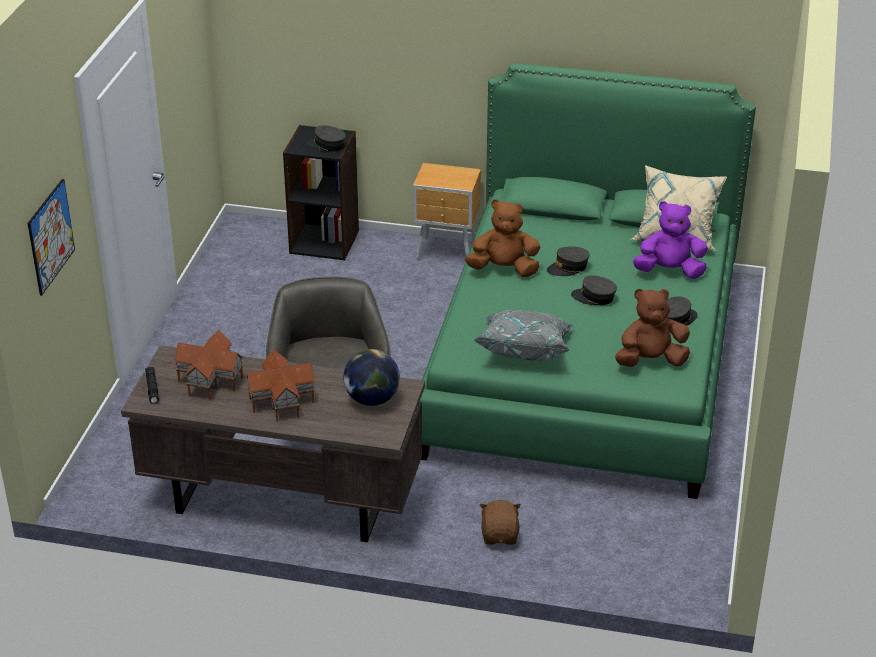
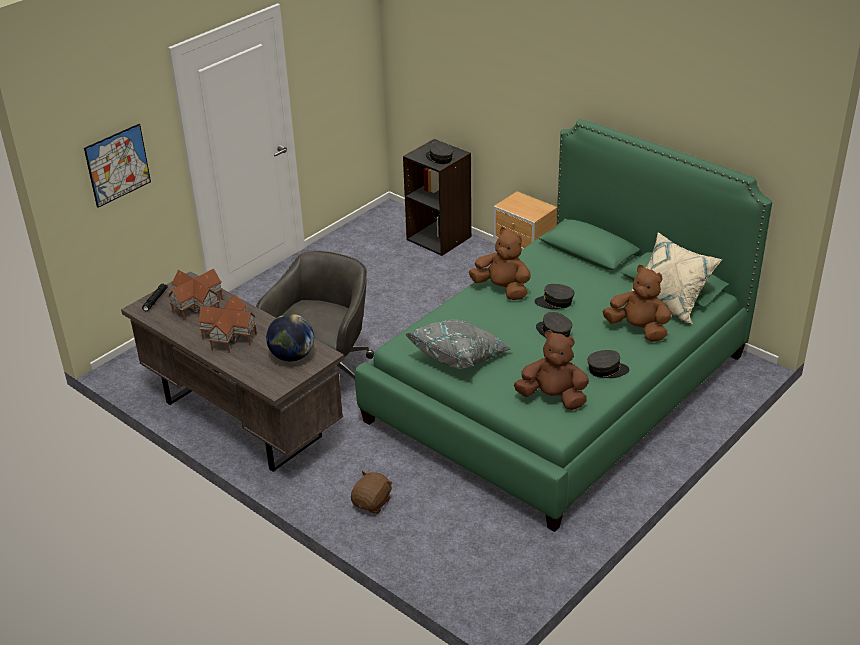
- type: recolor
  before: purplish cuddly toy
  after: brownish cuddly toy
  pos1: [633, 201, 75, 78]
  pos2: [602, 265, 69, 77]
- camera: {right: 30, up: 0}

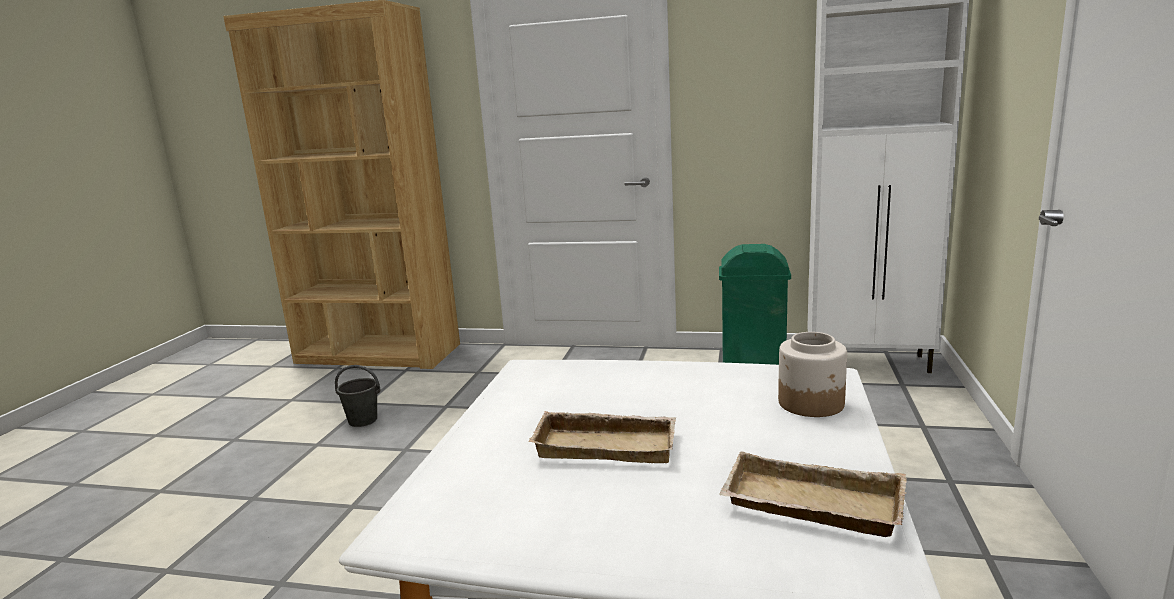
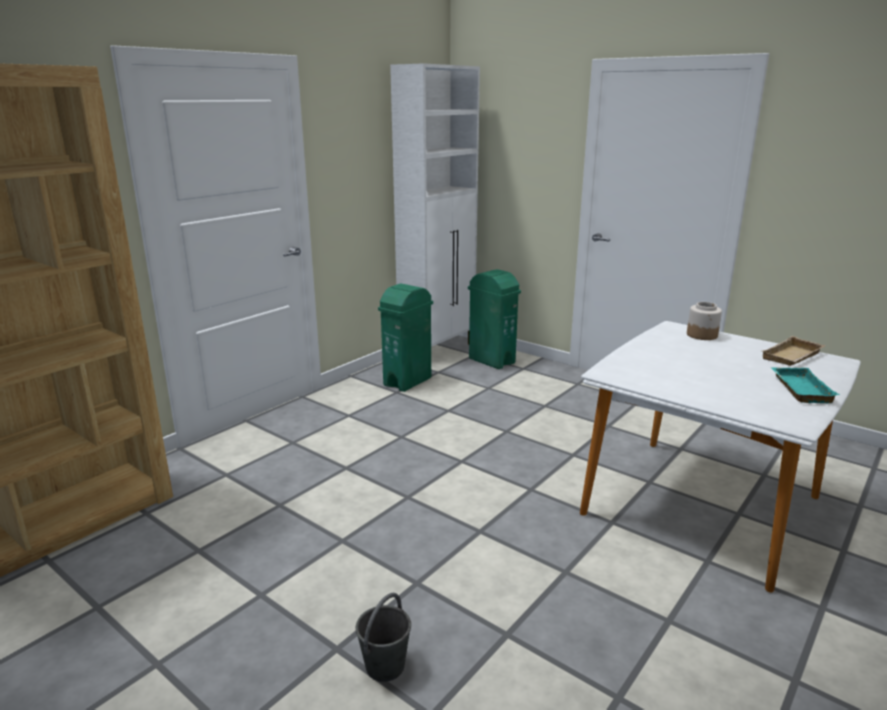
- type: move
  before: greyish pail
  pos1: [334, 365, 46, 62]
  pos2: [355, 593, 56, 89]
- type: insert
  after: greenish trash can
  pos2: [468, 269, 53, 100]
- type: insert
  after: turquoise serving tray
  pos2: [771, 367, 69, 36]
- type: delete
  before: beige serving tray
  pos1: [528, 411, 148, 52]
- camera: {right: -65, up: 5}

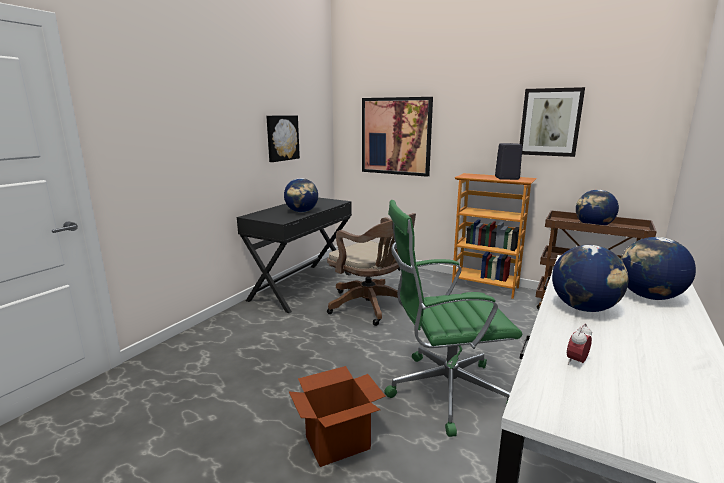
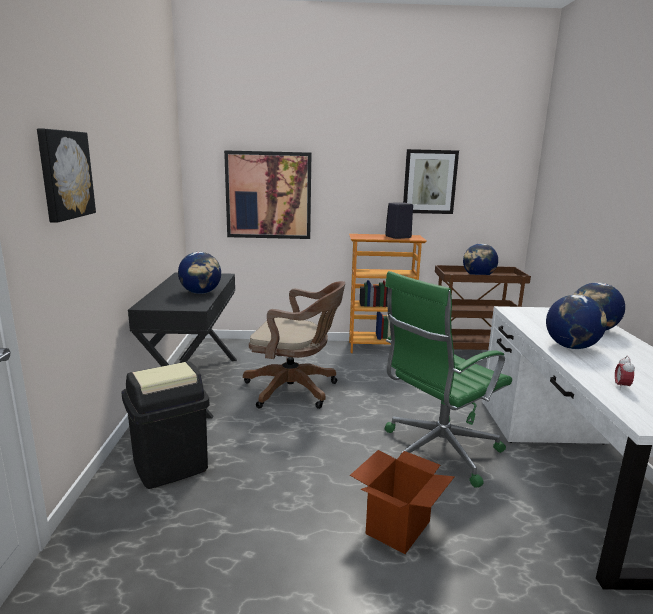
- type: move
  before: picture
  pos1: [266, 115, 34, 47]
  pos2: [37, 128, 59, 95]
- type: insert
  after: black-coloured trash can
  pos2: [121, 361, 89, 128]
- camera: {right: -30, up: 0}

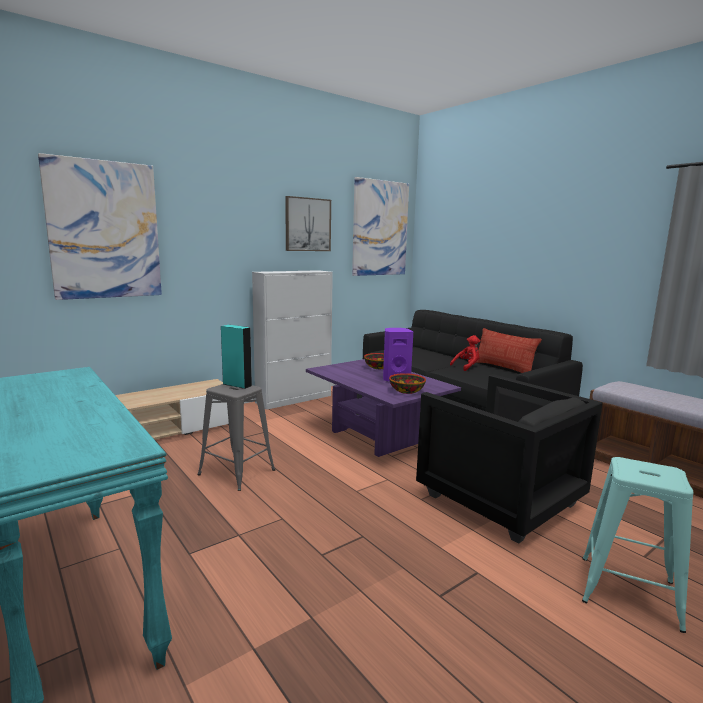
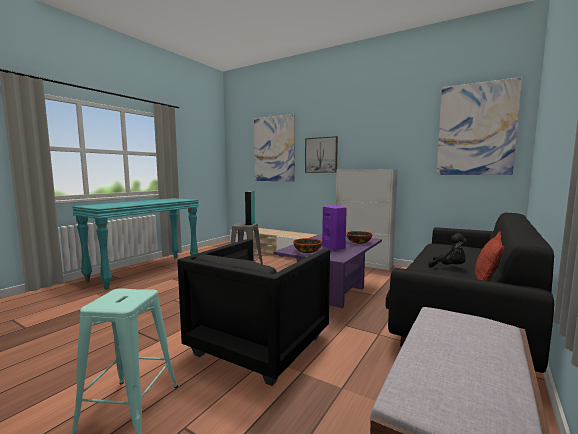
- type: move
  before: picture
  pos1: [285, 196, 46, 55]
  pos2: [305, 136, 33, 37]
- type: recolor
  before: red cuddly toy
  after: black-coloured cuddly toy
  pos1: [450, 335, 30, 36]
  pos2: [429, 233, 38, 35]
- camera: {right: 70, up: -5}

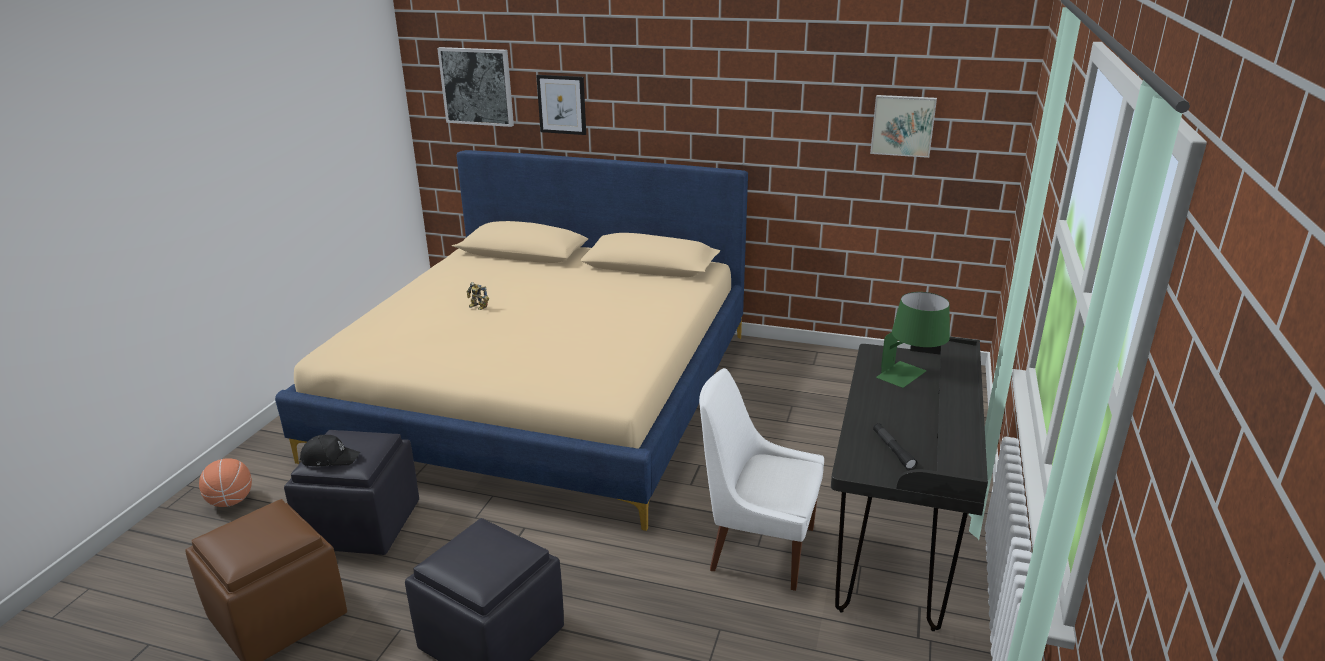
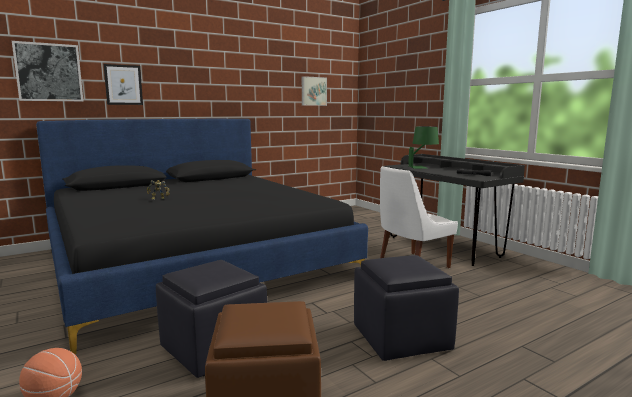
- type: recolor
  before: beige sleeping bed
  after: black-coloured sleeping bed
  pos1: [275, 150, 473, 381]
  pos2: [36, 119, 332, 235]
- type: delete
  before: black-coloured cap
  pos1: [300, 435, 60, 31]
- camera: {right: -50, up: -15}

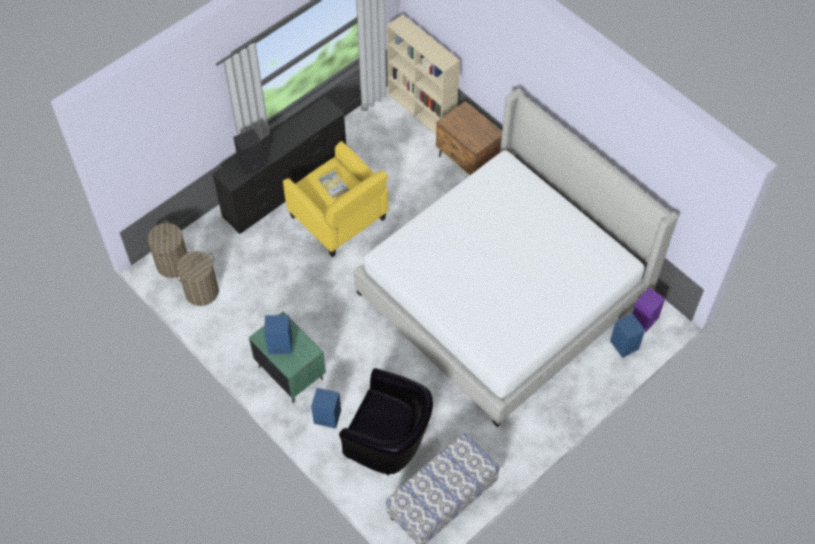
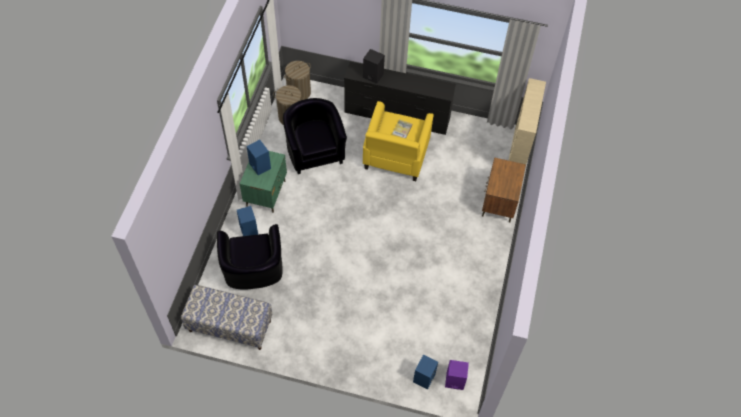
- type: insert
  after: black-coloured lounge chair
  pos2: [283, 98, 64, 76]
- type: delete
  before: sleeping bed
  pos1: [354, 88, 324, 339]
- camera: {right: 55, up: 0}

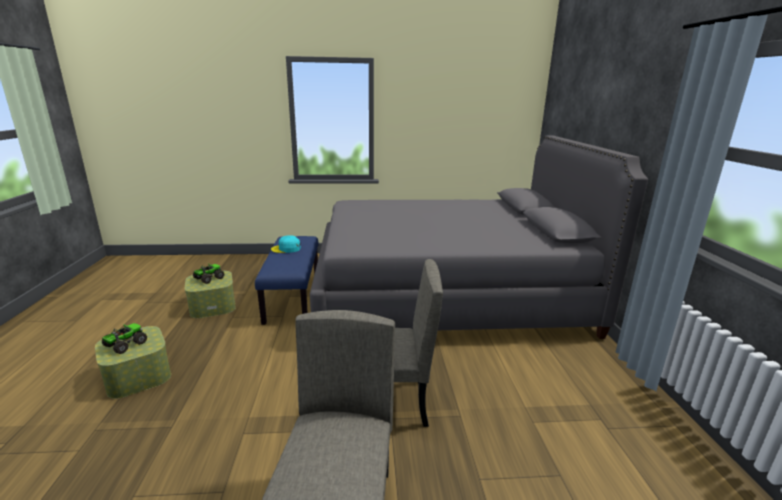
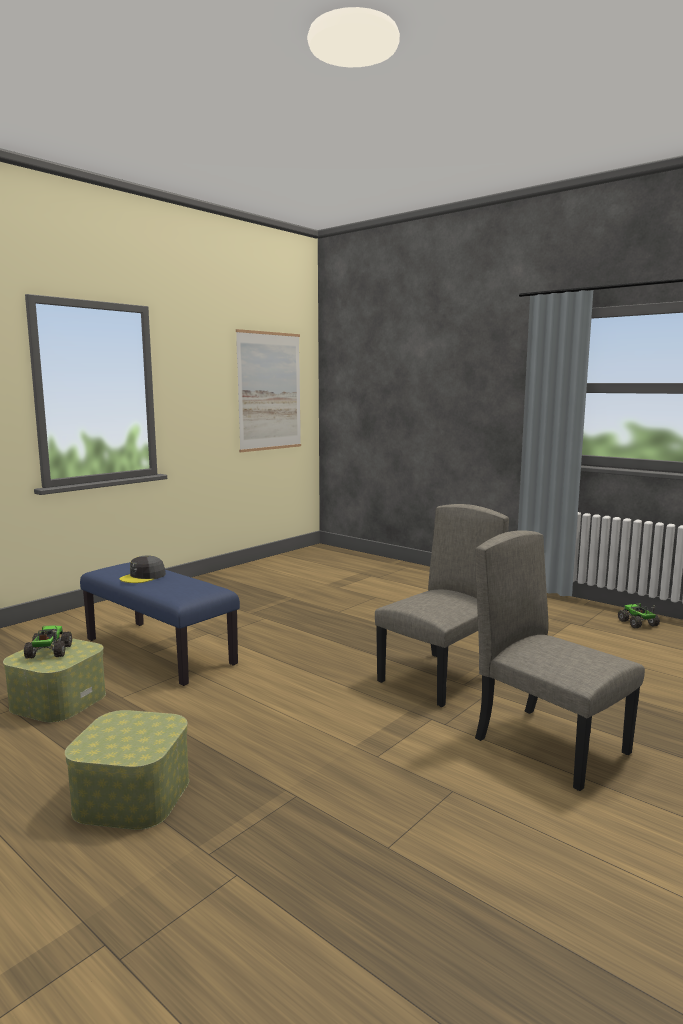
- type: recolor
  before: turquoise cap
  after: greyish cap
  pos1: [271, 235, 30, 18]
  pos2: [120, 555, 46, 28]
- type: insert
  after: picture
  pos2: [236, 329, 65, 123]
- type: move
  before: model truck
  pos1: [101, 323, 46, 31]
  pos2: [618, 603, 42, 25]
- type: delete
  before: greyish sleeping bed
  pos1: [310, 135, 338, 204]
- camera: {right: -45, up: -10}

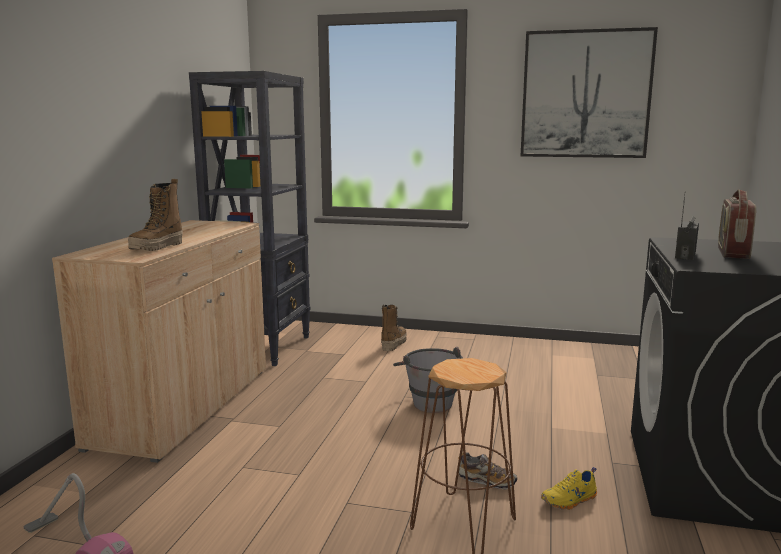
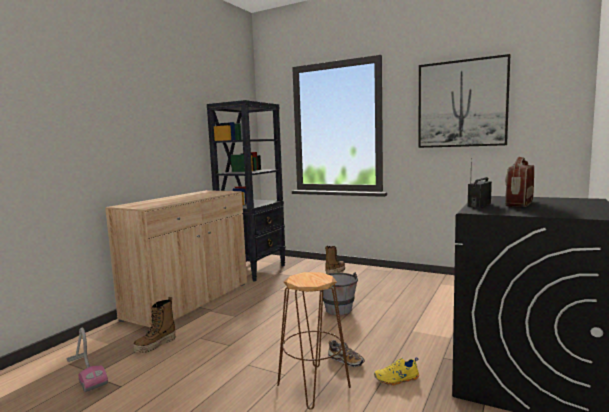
- type: move
  before: high-top boot
  pos1: [128, 179, 55, 72]
  pos2: [133, 297, 43, 56]
- camera: {right: 15, up: -5}

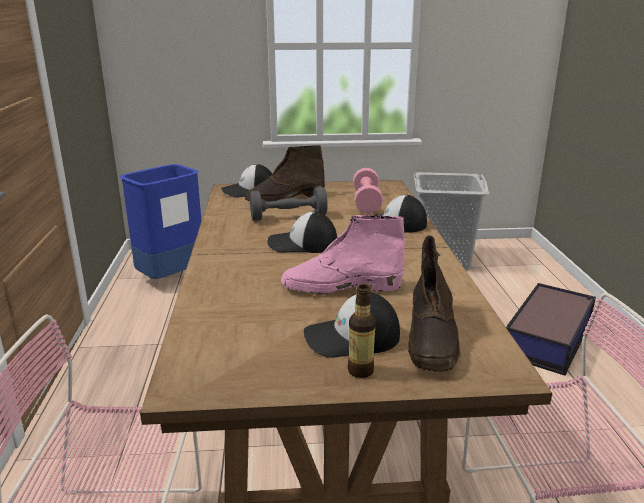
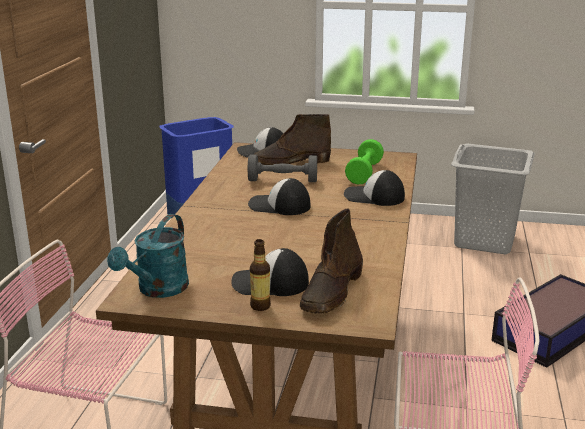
- type: insert
  after: turquoise sprinkling can
  pos2: [107, 214, 82, 84]
- type: recolor
  before: pinkish hand weight
  after: greenish hand weight
  pos1: [353, 168, 30, 46]
  pos2: [345, 139, 39, 45]
- type: delete
  before: pinkish high-top boot
  pos1: [281, 215, 124, 80]
- camera: {right: 15, up: 0}

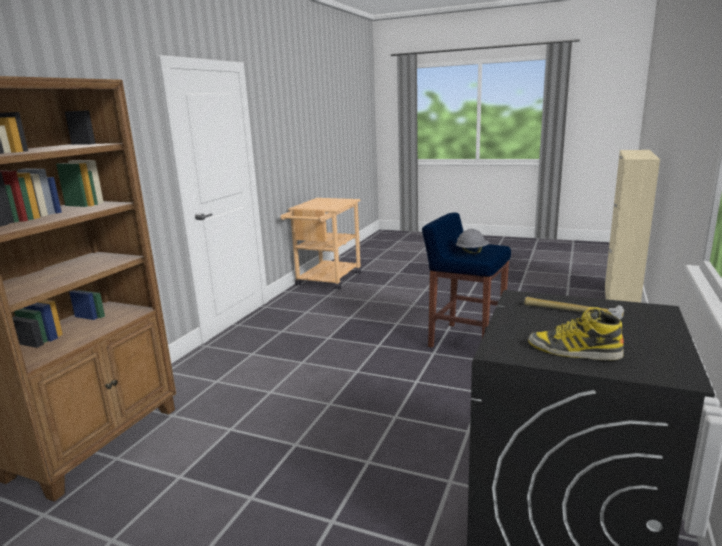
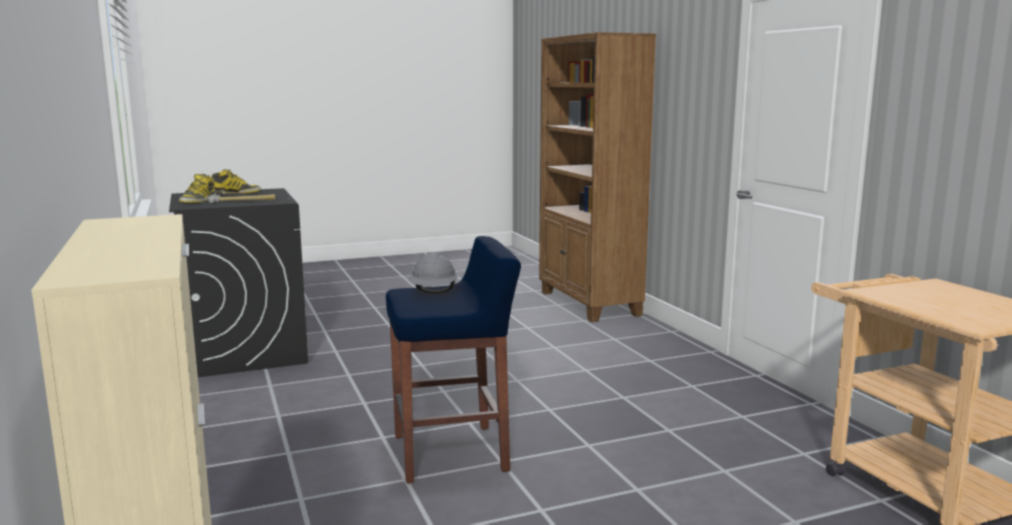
- type: insert
  after: high-top boot
  pos2: [179, 174, 37, 29]
- camera: {right: 135, up: -5}

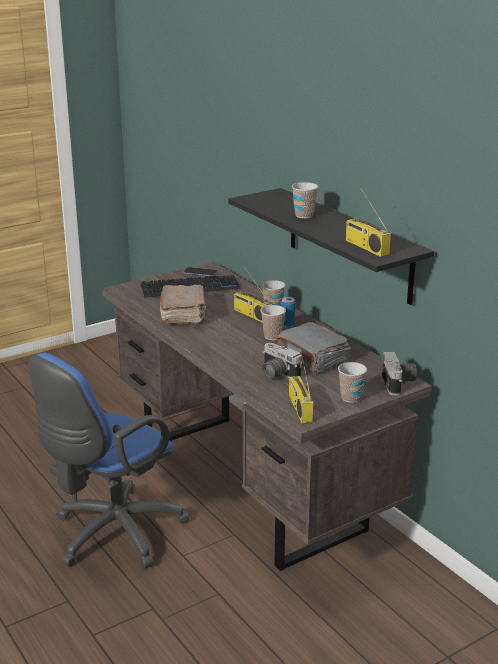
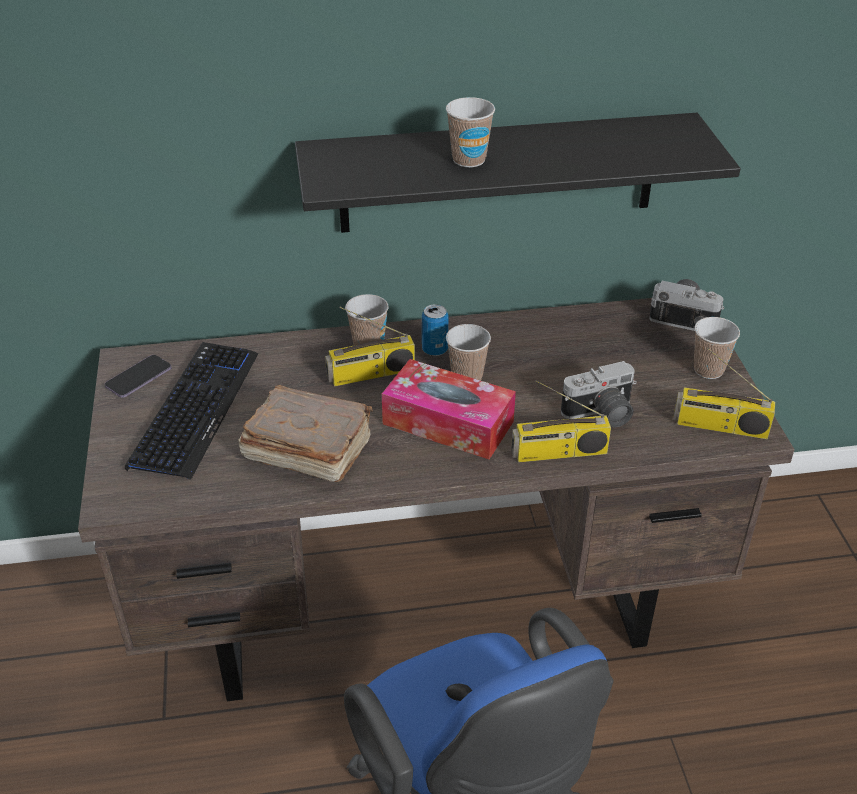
- type: insert
  after: box of tissues
  pos2: [382, 359, 134, 100]
- type: move
  before: radio receiver
  pos1: [346, 188, 45, 69]
  pos2: [511, 380, 100, 82]
- type: delete
  before: greyish book
  pos1: [276, 322, 75, 52]
- camera: {right: -65, up: 15}

